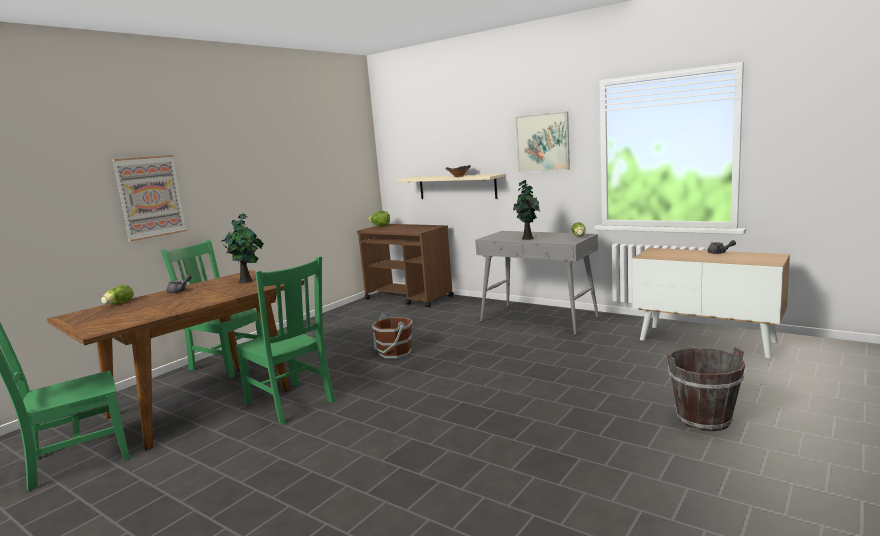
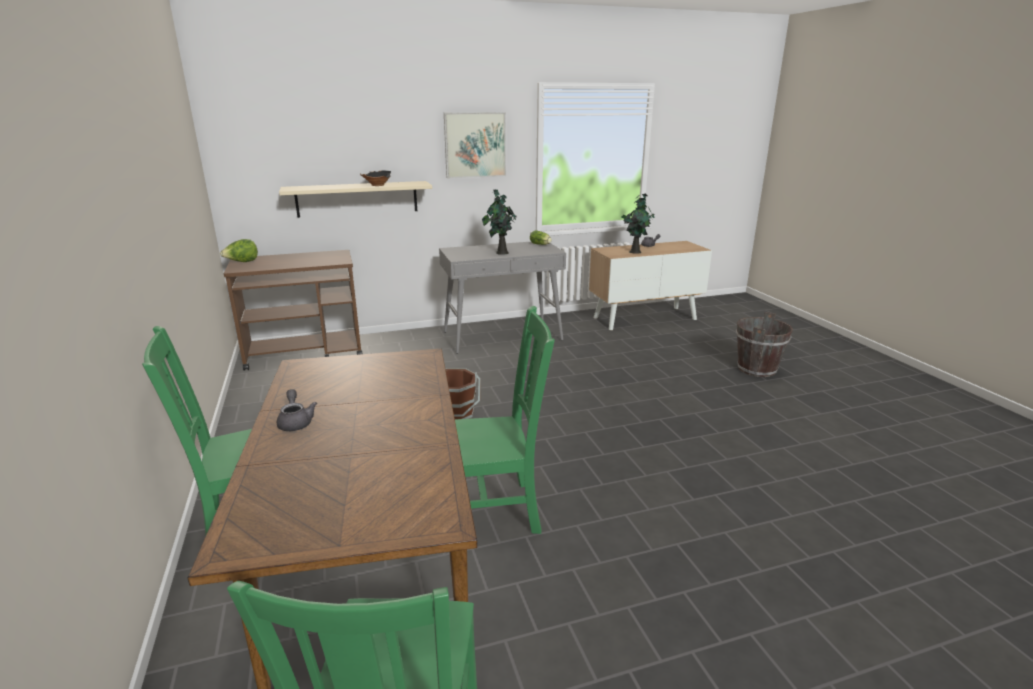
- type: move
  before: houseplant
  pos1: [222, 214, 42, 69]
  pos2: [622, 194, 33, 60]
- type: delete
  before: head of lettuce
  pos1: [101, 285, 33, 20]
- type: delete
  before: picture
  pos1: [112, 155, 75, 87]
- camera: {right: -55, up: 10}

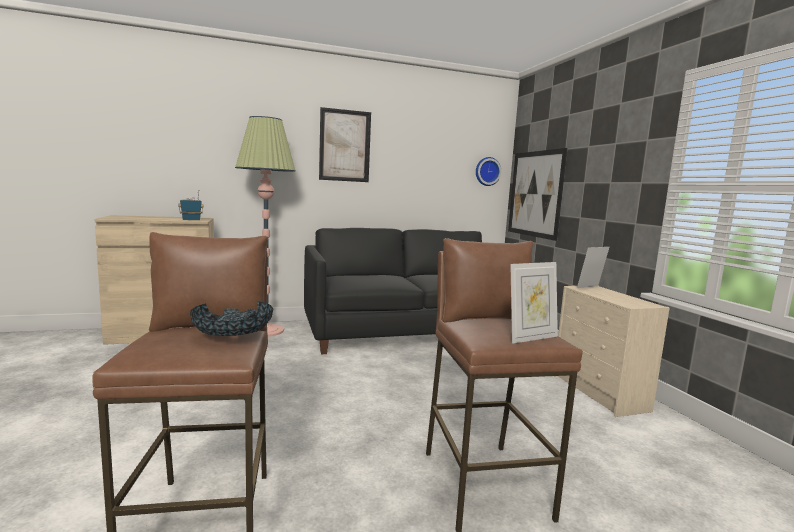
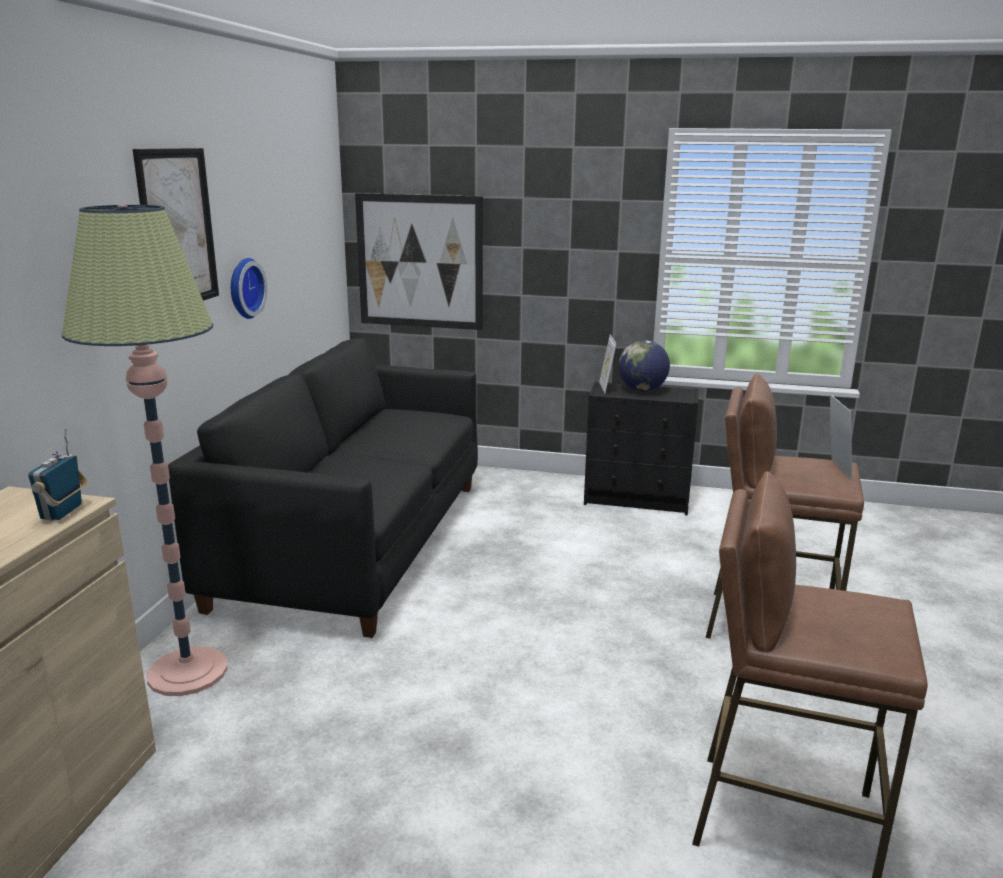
- type: move
  before: clock on the wall
  pos1: [476, 157, 25, 29]
  pos2: [231, 258, 36, 61]
- type: recolor
  before: beige drawer chest
  after: black-coloured drawer chest
  pos1: [554, 286, 116, 131]
  pos2: [584, 382, 114, 133]
- type: insert
  after: world globe
  pos2: [619, 340, 51, 51]
- type: delete
  before: bowl
  pos1: [190, 301, 83, 35]
- camera: {right: -60, up: 10}

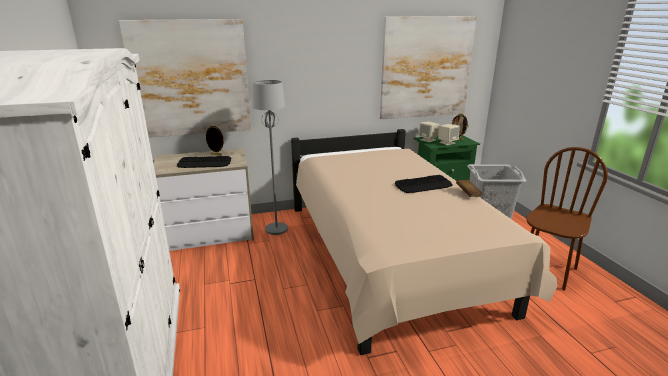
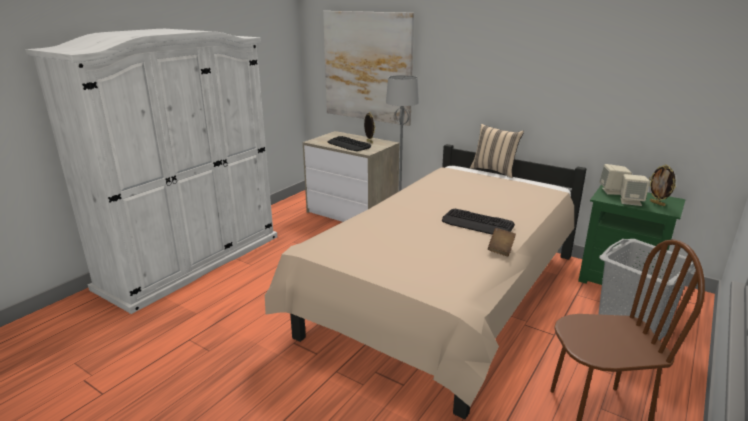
- type: insert
  after: beige cushion
  pos2: [470, 124, 54, 54]
- type: delete
  before: picture
  pos1: [380, 16, 97, 103]
- camera: {right: 50, up: 0}

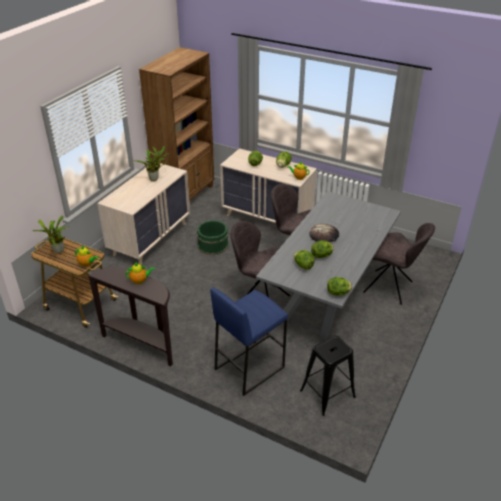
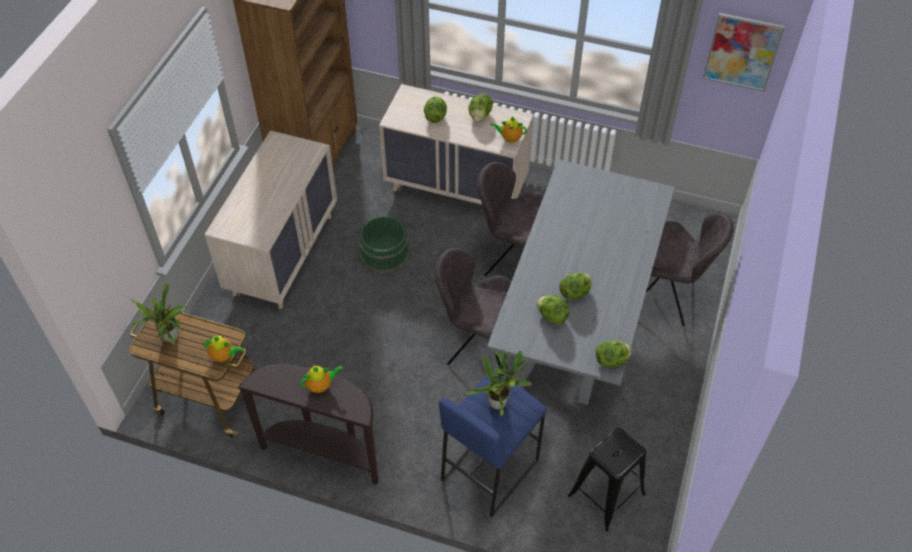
- type: move
  before: houseplant
  pos1: [133, 146, 36, 35]
  pos2: [466, 350, 66, 66]
- type: insert
  after: picture
  pos2: [703, 13, 82, 79]
- type: delete
  before: bread
  pos1: [309, 224, 30, 18]
- camera: {right: -10, up: 15}

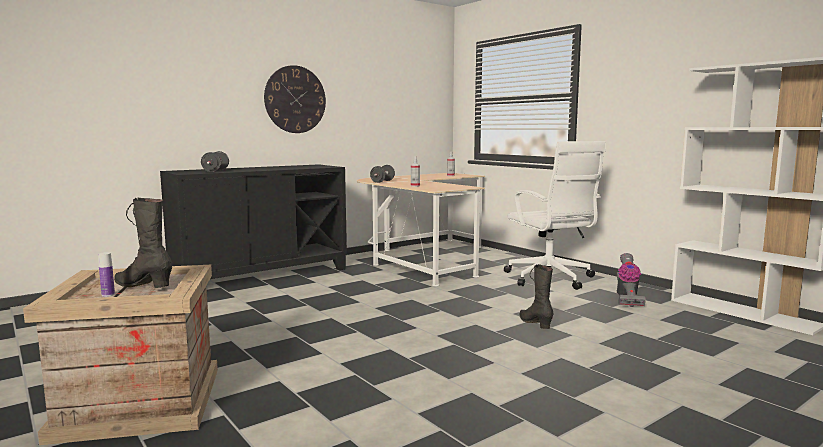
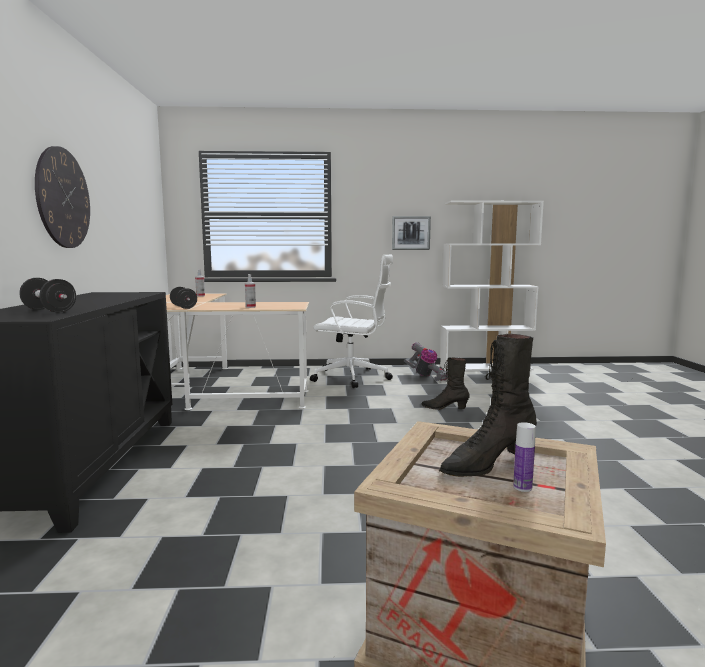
- type: insert
  after: picture
  pos2: [392, 216, 39, 34]
- camera: {right: -55, up: 0}

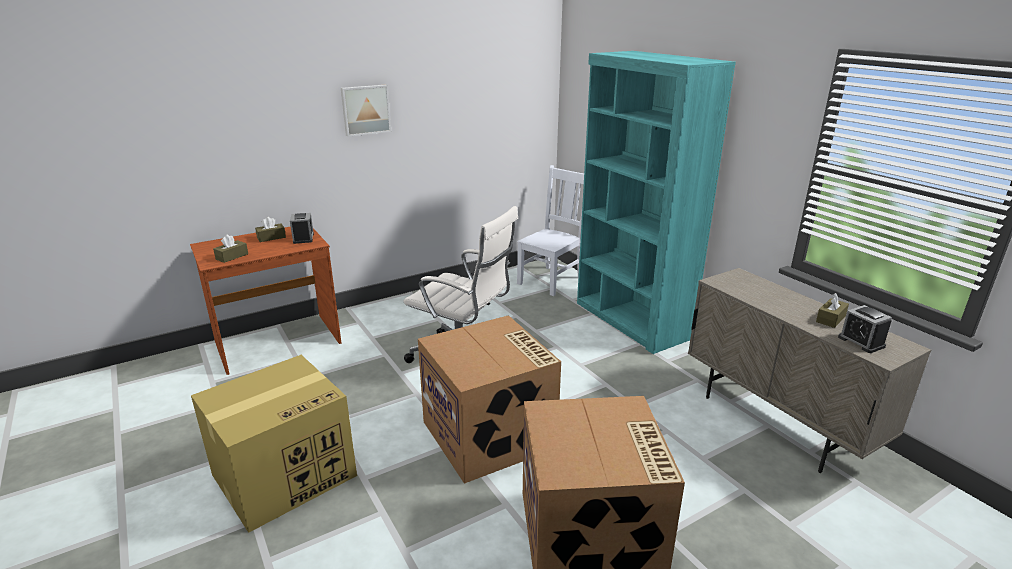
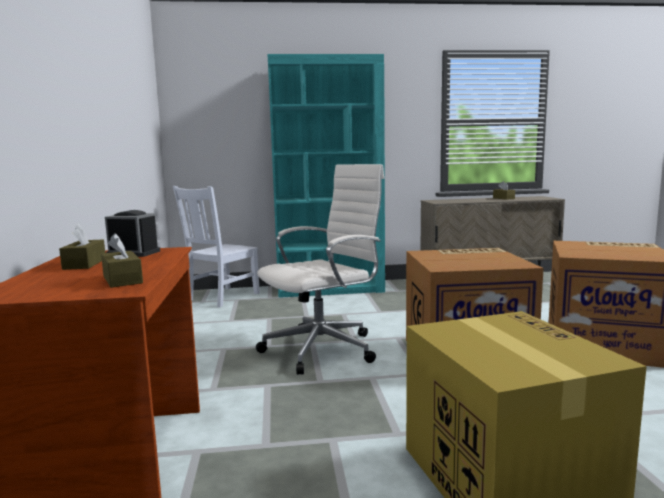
- type: rotate
  before: whitish upright chair
  pos1: [517, 165, 67, 131]
  pos2: [173, 186, 87, 122]
  turn: -120
- type: delete
  before: picture
  pos1: [341, 85, 50, 52]
- type: delete
  before: table clock
  pos1: [838, 305, 54, 48]
- camera: {right: -65, up: -15}

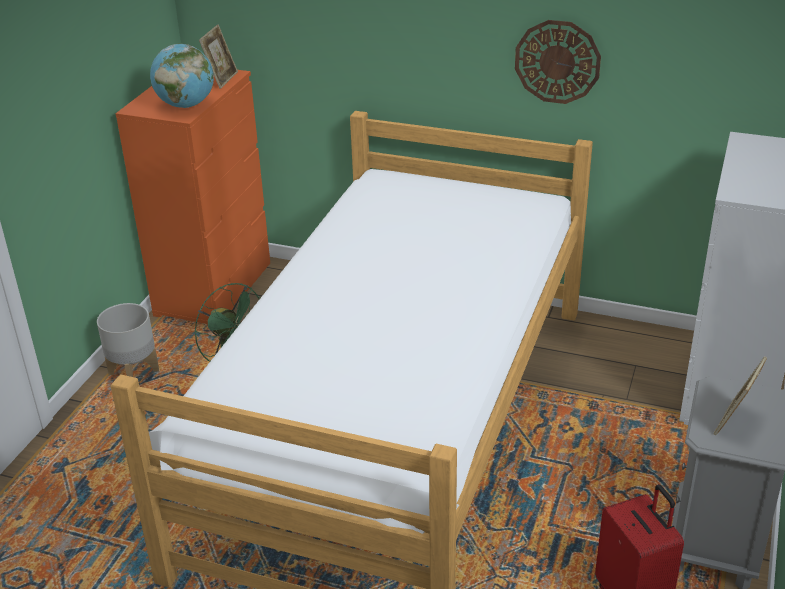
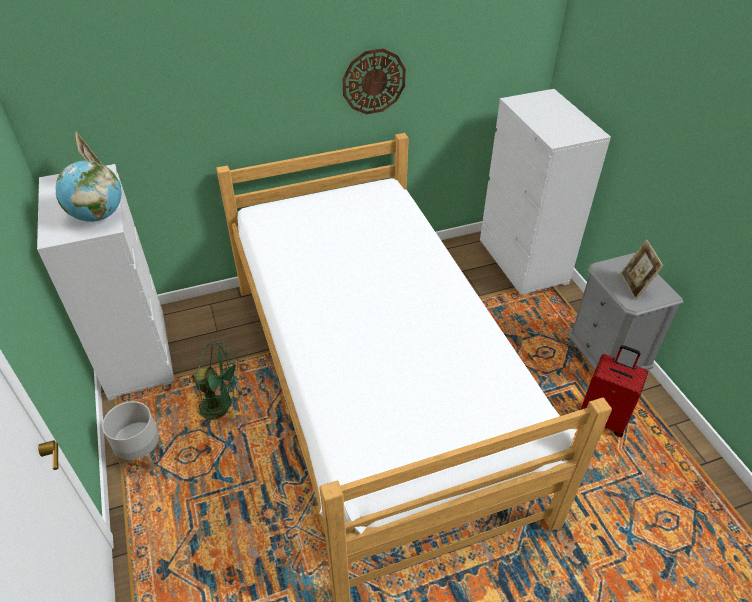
- type: recolor
  before: orange-coloured drawer chest
  after: whitish drawer chest
  pos1: [116, 70, 154, 256]
  pos2: [37, 164, 138, 237]
- camera: {right: -40, up: 10}

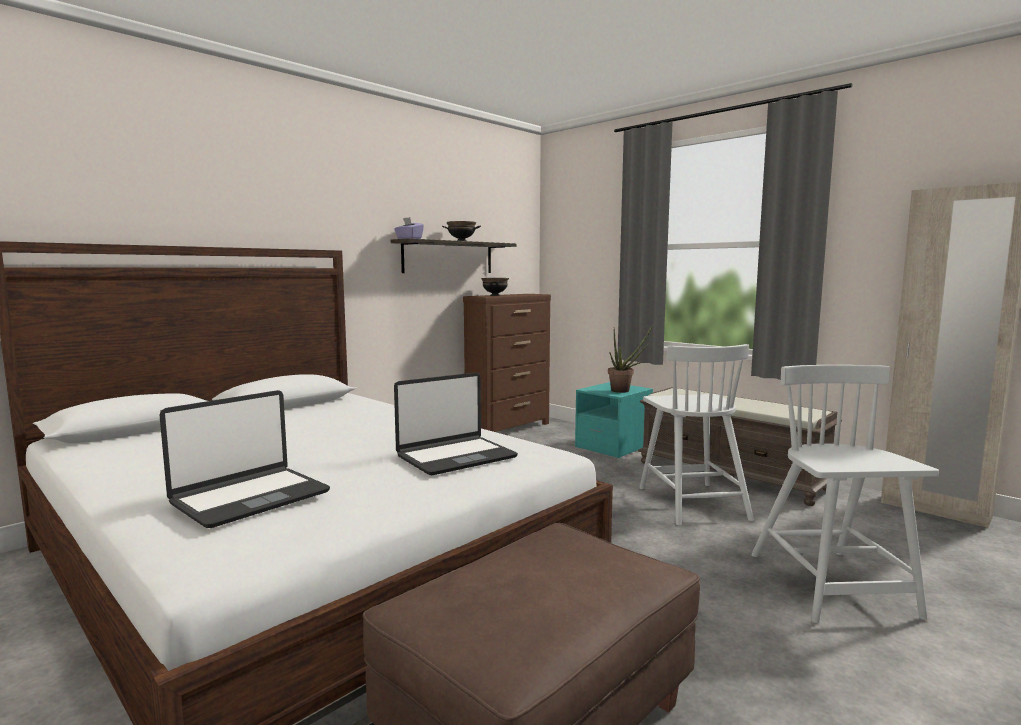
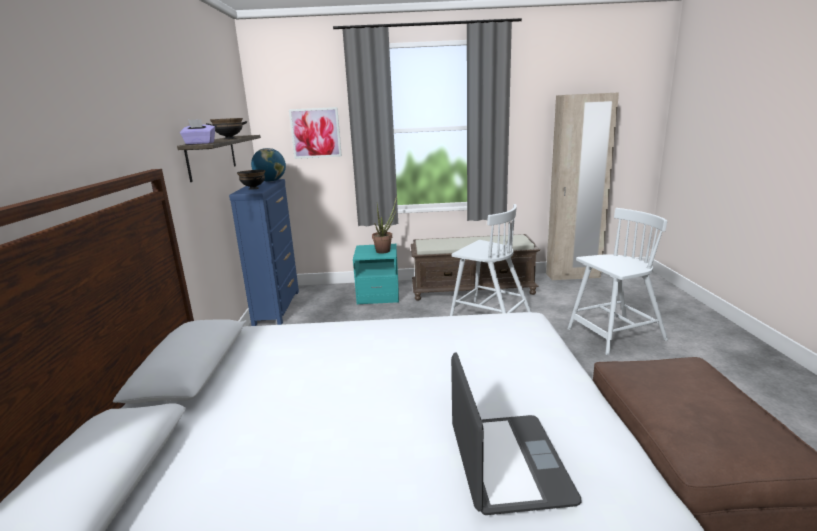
- type: recolor
  before: brownish drawer chest
  after: blue-coloured drawer chest
  pos1: [463, 294, 88, 138]
  pos2: [229, 179, 70, 147]
- type: insert
  after: world globe
  pos2: [251, 148, 35, 34]
- type: insert
  after: picture
  pos2: [289, 107, 53, 52]
- type: rotate
  before: whitish upright chair
  pos1: [751, 365, 188, 258]
  pos2: [567, 208, 101, 147]
  turn: 120
- type: delete
  before: portable computer
  pos1: [394, 372, 124, 103]
- camera: {right: -45, up: 10}

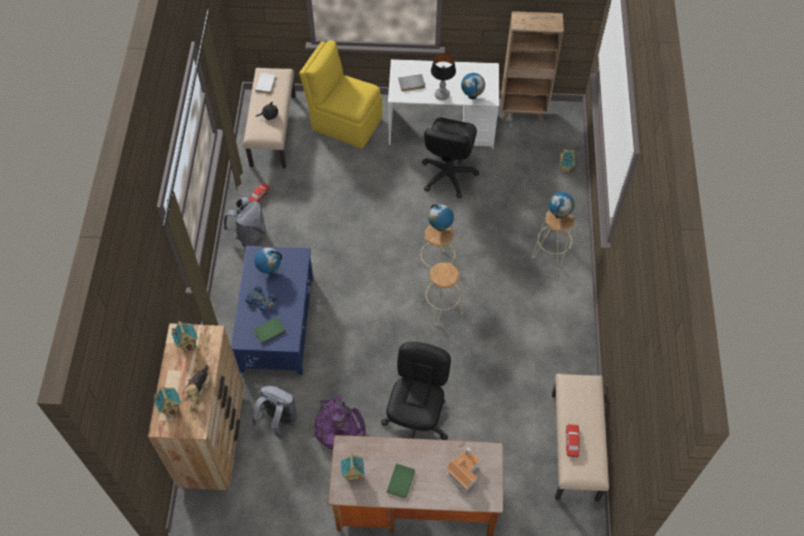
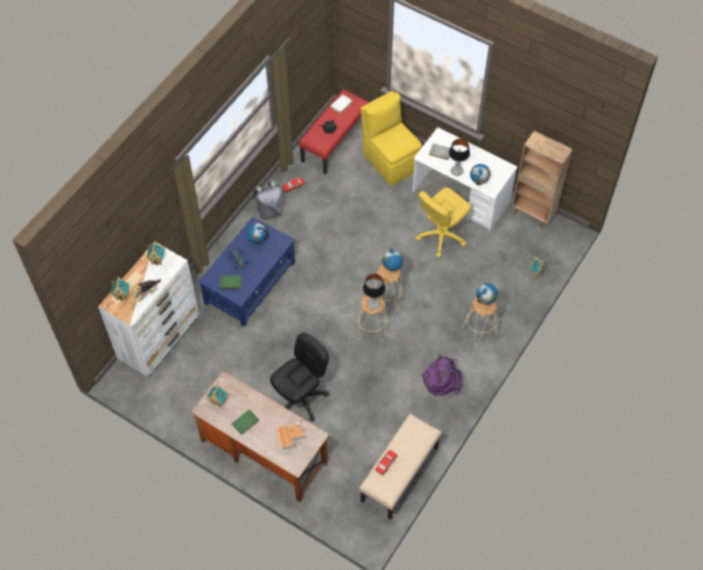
- type: recolor
  before: brownish drawer chest
  after: whitish drawer chest
  pos1: [148, 323, 96, 167]
  pos2: [98, 242, 101, 135]
- type: recolor
  before: beige bench
  after: red bench
  pos1: [243, 68, 53, 100]
  pos2: [298, 89, 71, 85]
- type: insert
  after: table lamp
  pos2: [363, 274, 22, 36]
- type: recolor
  before: black-coloured office chair
  after: yellow-coloured office chair
  pos1: [422, 118, 57, 81]
  pos2: [416, 188, 55, 69]
- type: move
  before: purplish backpack
  pos1: [312, 395, 54, 55]
  pos2: [420, 355, 42, 41]
- type: delete
  before: greyish backpack
  pos1: [252, 386, 45, 53]
- camera: {right: 30, up: 0}

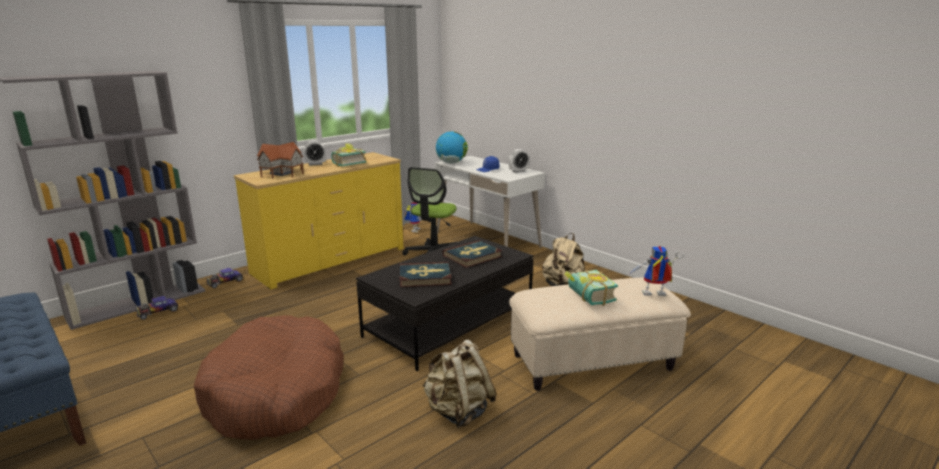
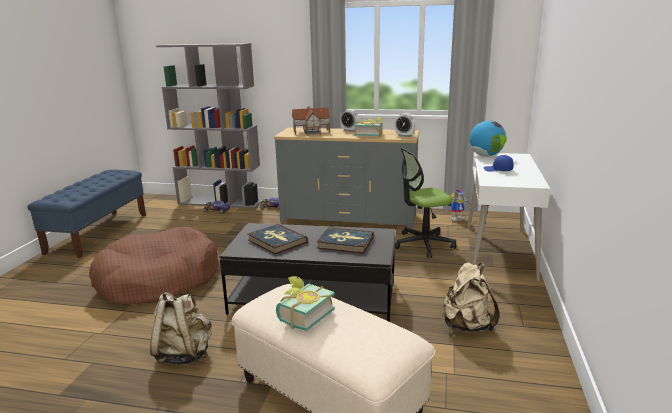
- type: recolor
  before: yellow-coloured drawer chest
  after: greyish drawer chest
  pos1: [234, 152, 170, 137]
  pos2: [274, 128, 145, 101]
- type: move
  before: table clock
  pos1: [509, 149, 20, 24]
  pos2: [395, 113, 21, 24]
- type: delete
  before: toy robot
  pos1: [628, 246, 56, 50]
- camera: {right: 55, up: 0}

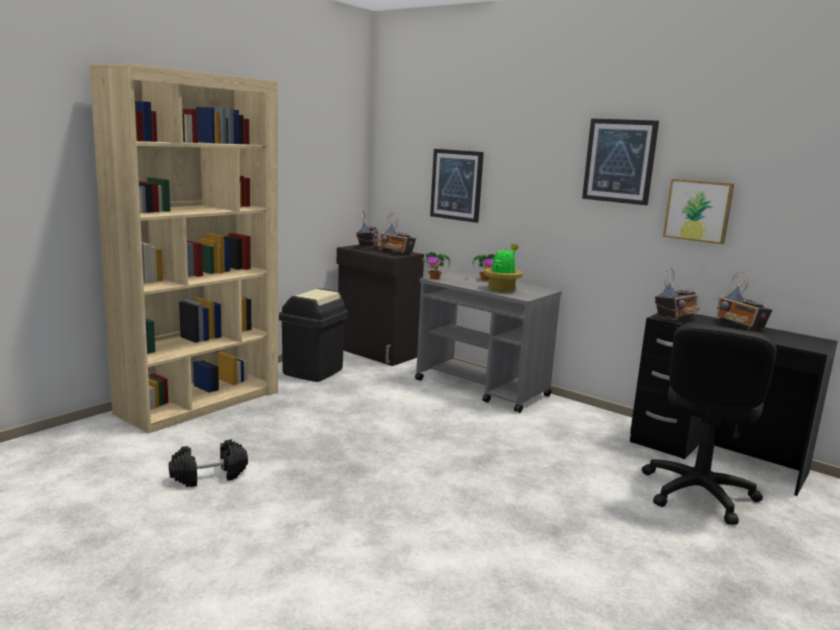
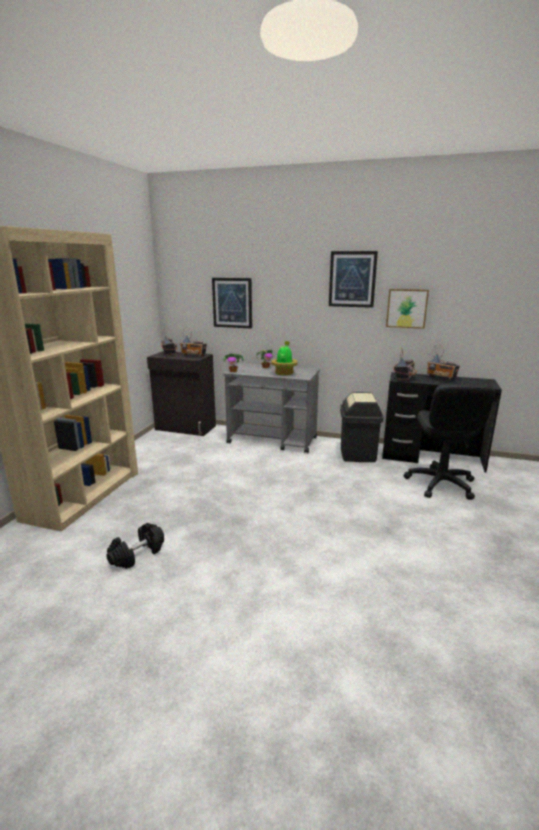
- type: move
  before: black-coloured trash can
  pos1: [279, 288, 69, 94]
  pos2: [340, 392, 44, 70]
- camera: {right: -20, up: 5}

